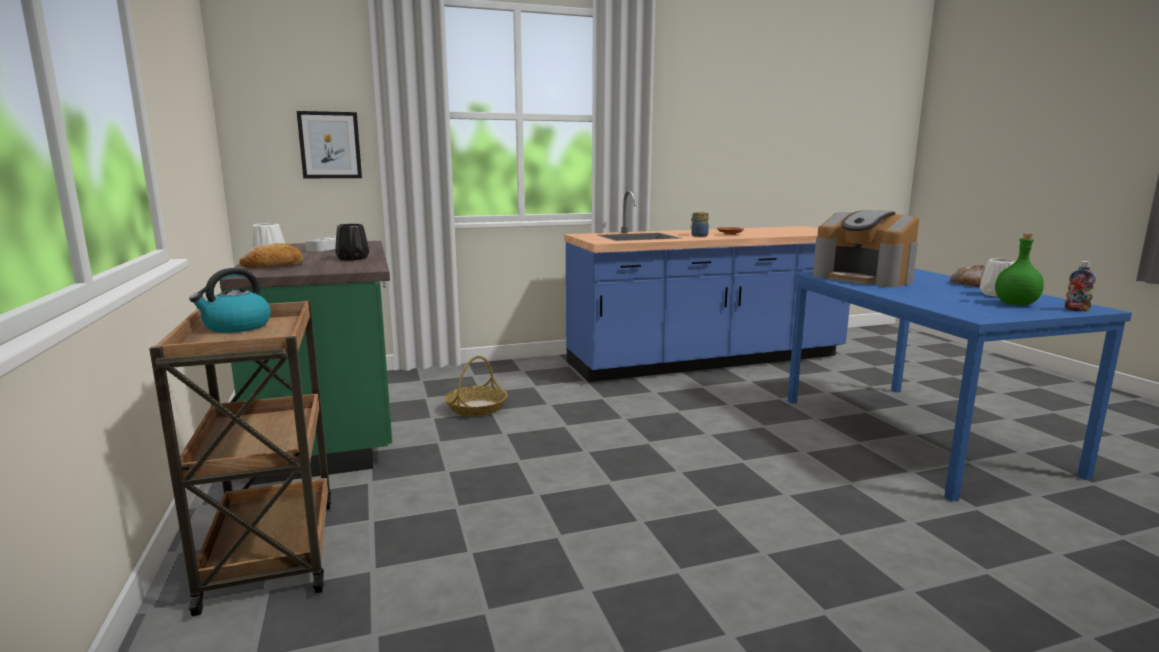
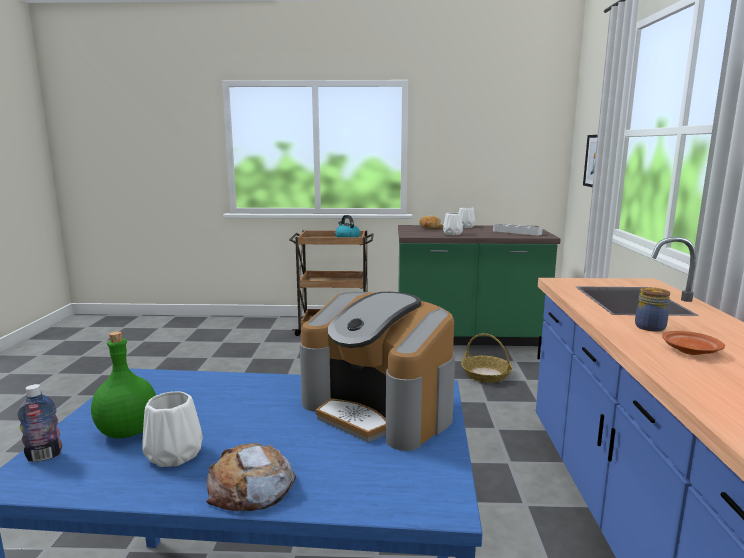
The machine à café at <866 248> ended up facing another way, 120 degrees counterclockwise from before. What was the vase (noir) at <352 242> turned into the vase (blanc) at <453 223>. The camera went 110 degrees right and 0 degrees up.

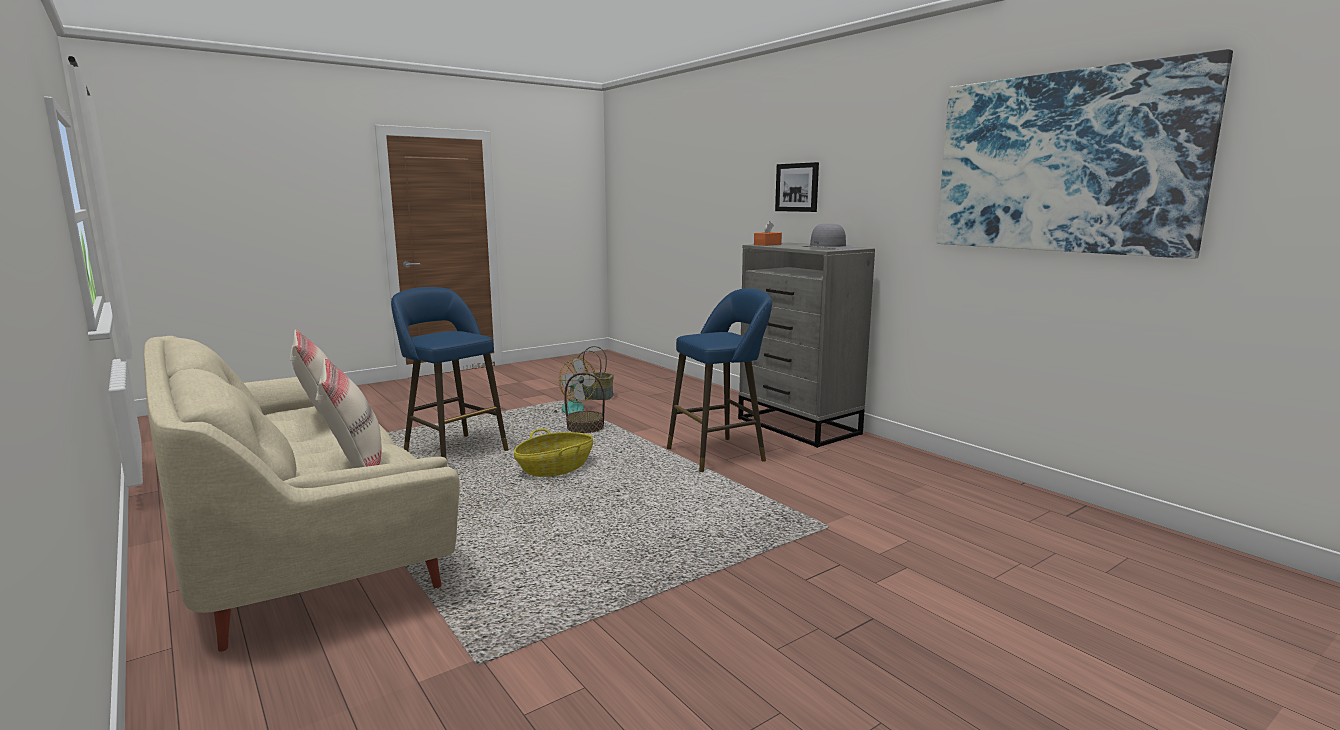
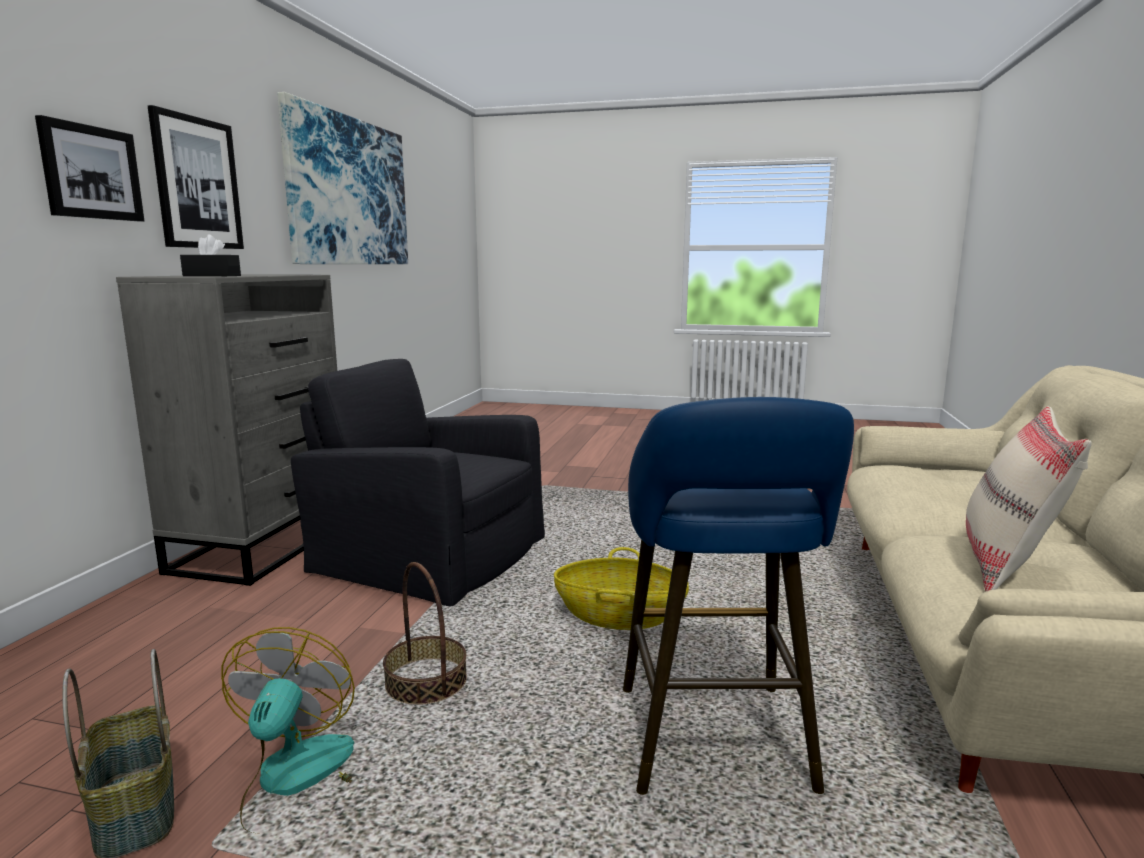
What was the boîte à mouchoirs (orange) at <768 233> turned into the boîte à mouchoirs (noir) at <210 255>. The second view lost the chapeau (gris) at <828 236>. Where the tabouret (bleu) stood at <719 380>, the fauteuil (noir) came to stand at <418 482>. The second view lost the coussin (beige) at <348 412>. The second view gained the tableau at <196 177>. The camera went 130 degrees left and 0 degrees up.

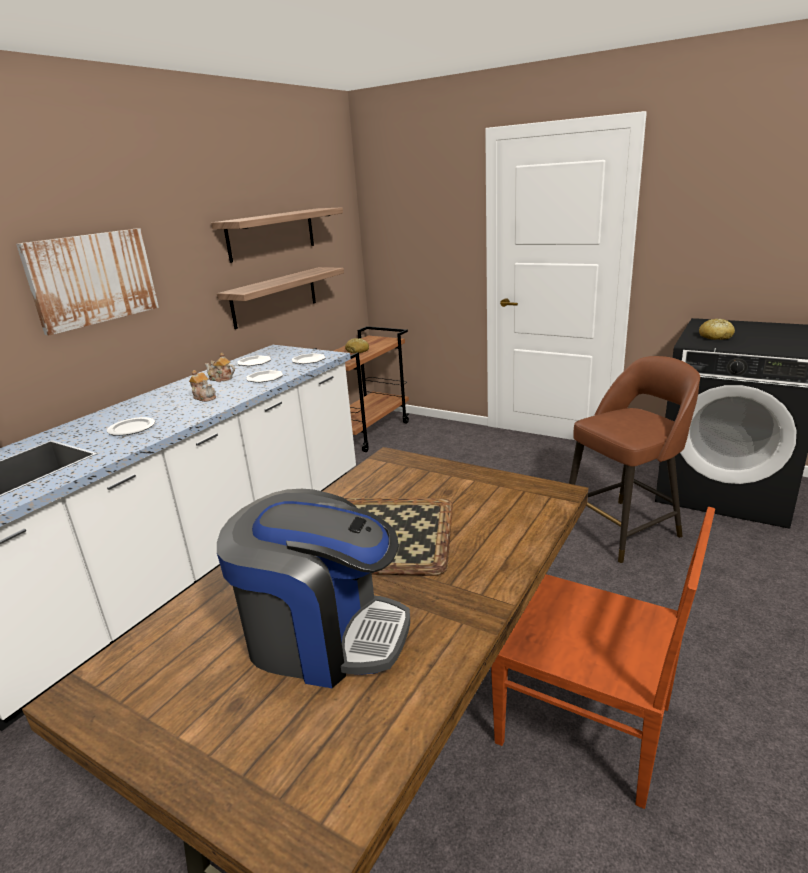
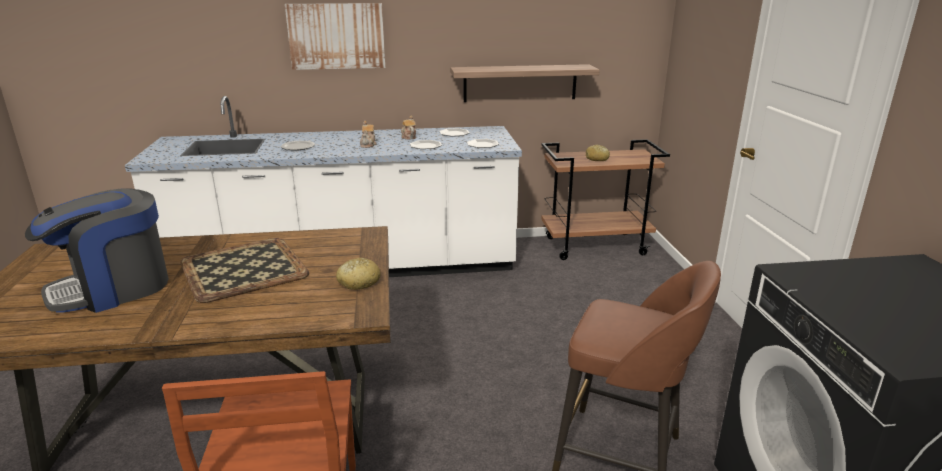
The second view lost the étagère at <277 235>. The pain ended up elsewhere, having gone from <717 329> to <358 274>. The machine à café at <313 588> ended up facing another way, 75 degrees clockwise from before. The camera went 50 degrees right and 0 degrees up.

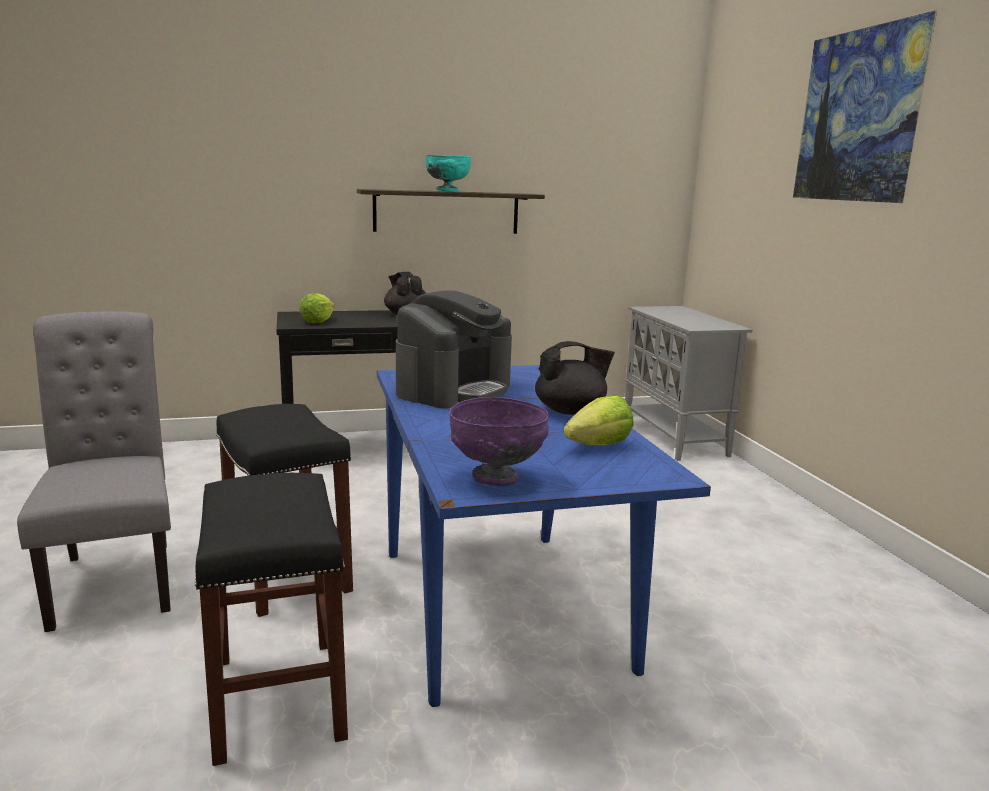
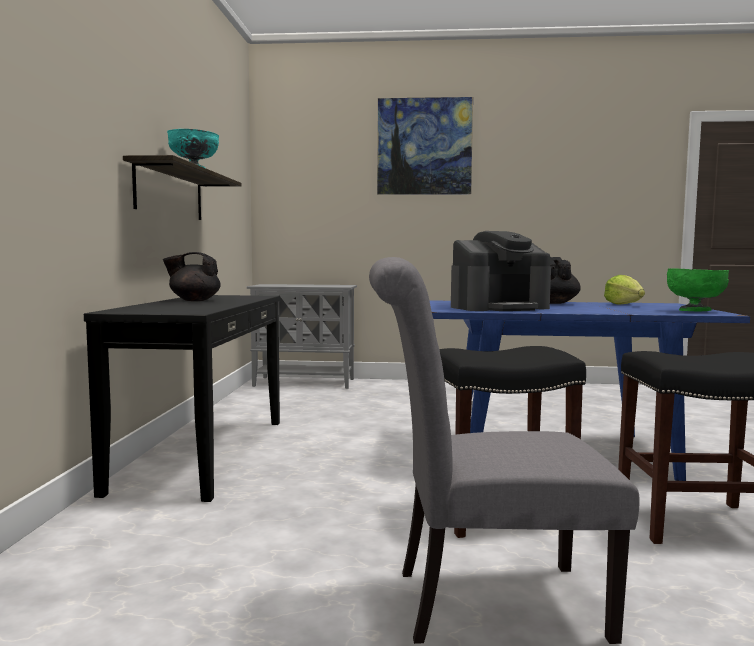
The machine à café at <454 349> ended up facing another way, 105 degrees clockwise from before. The second view lost the laitue at <316 308>. What was the bol (violet) at <499 441> turned into the bol (vert) at <698 289>. The camera went 70 degrees left and 10 degrees down.

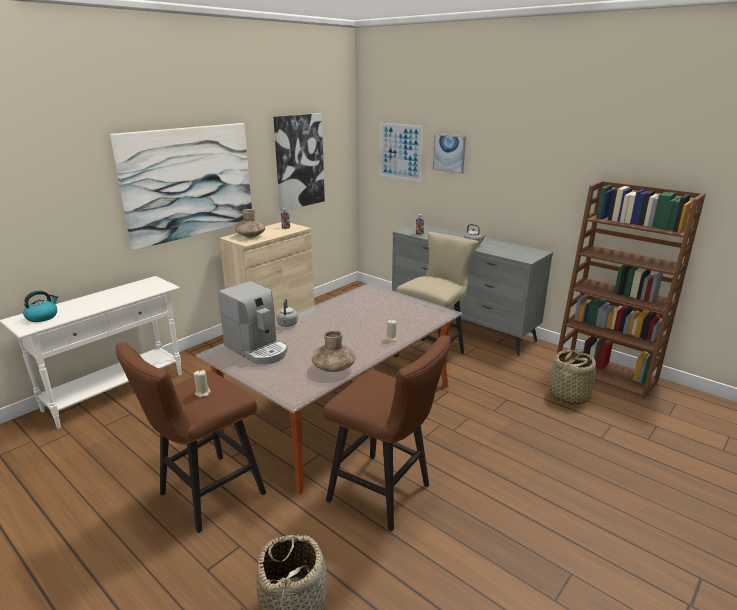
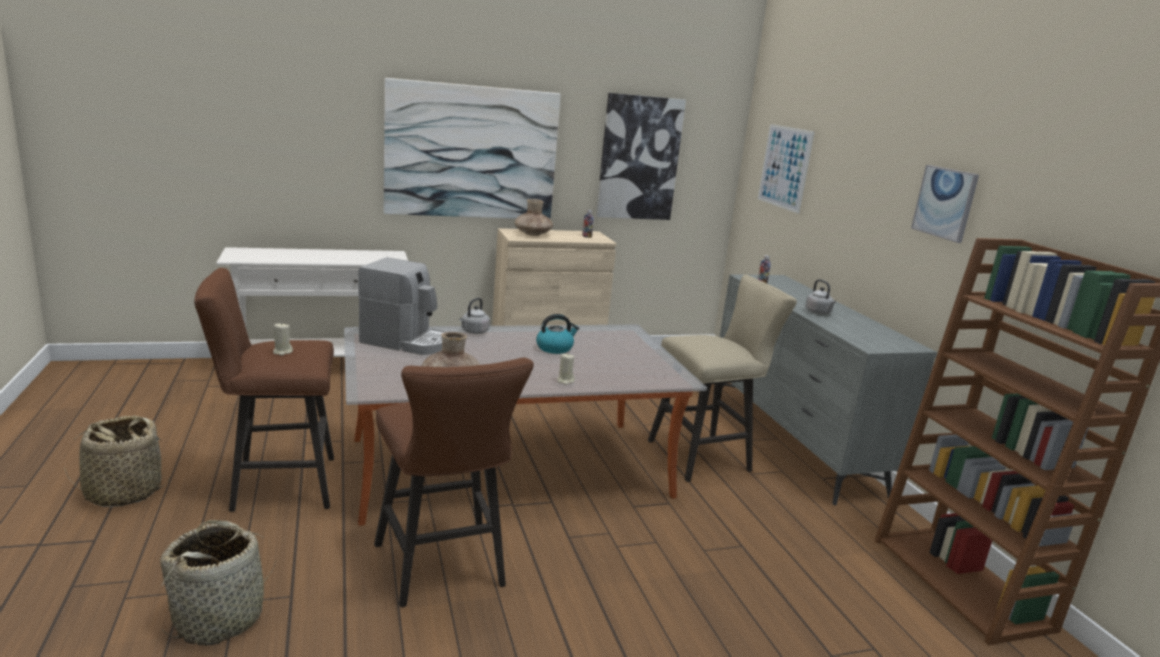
The tableau ended up elsewhere, having gone from <449 154> to <945 204>. The machine à café at <253 322> ended up facing another way, 60 degrees counterclockwise from before. The bouilloire ended up elsewhere, having gone from <40 306> to <557 334>. The panier ended up elsewhere, having gone from <572 376> to <117 461>. The camera went 30 degrees right and 5 degrees down.

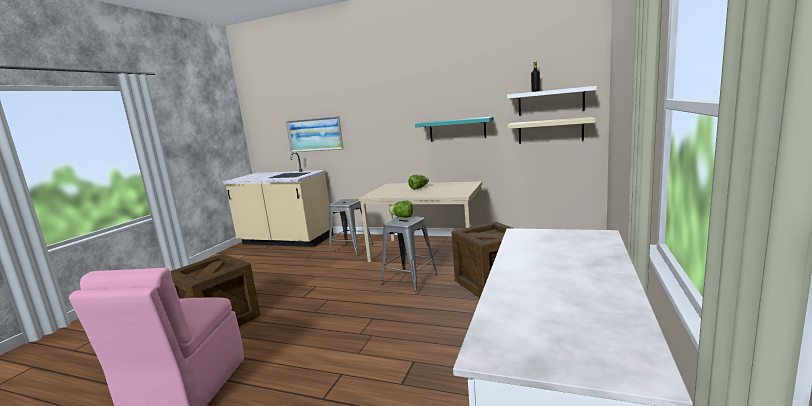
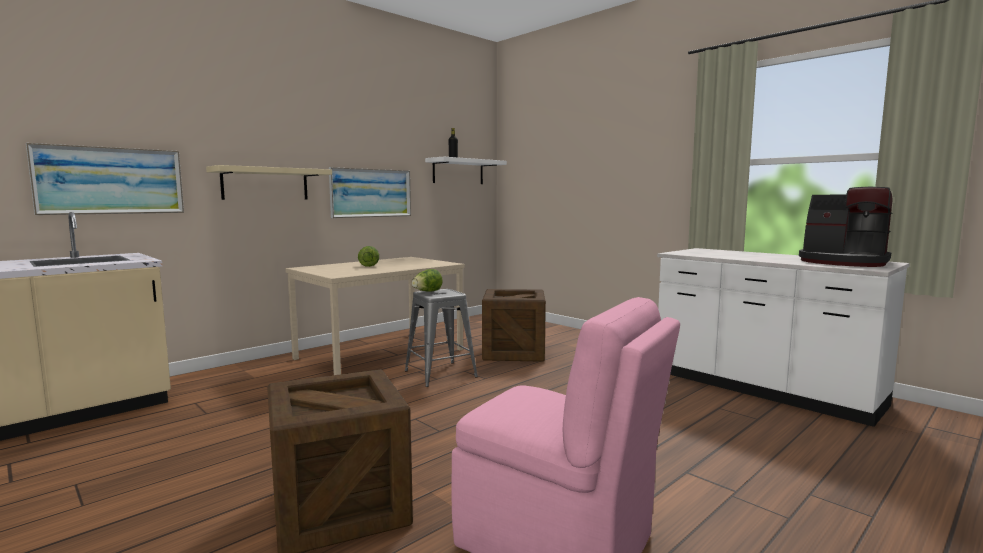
Where the étagère (turquoise) hung at <454 129>, the tableau came to hang at <370 192>. The étagère (beige) ended up elsewhere, having gone from <551 130> to <269 182>. The second view lost the tabouret (gris) at <351 227>. The second view gained the machine à café at <846 227>. The camera went 65 degrees left and 5 degrees down.

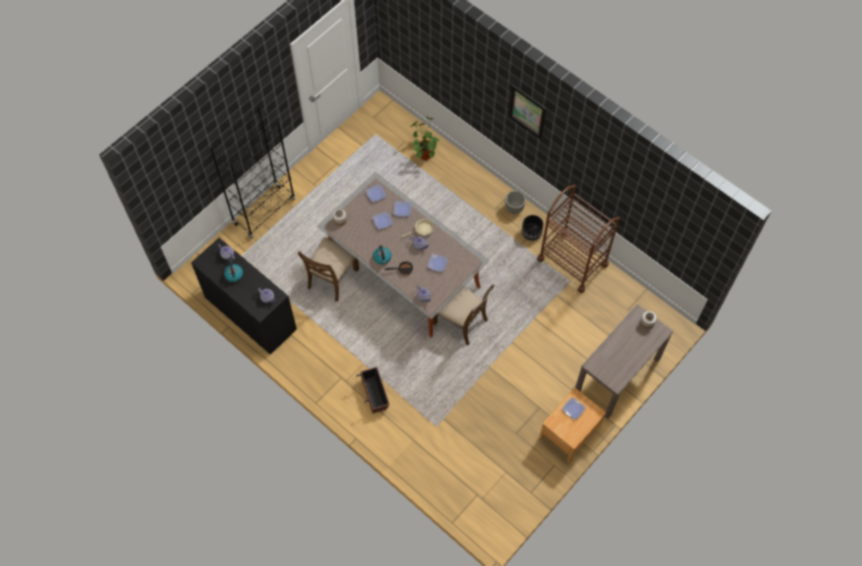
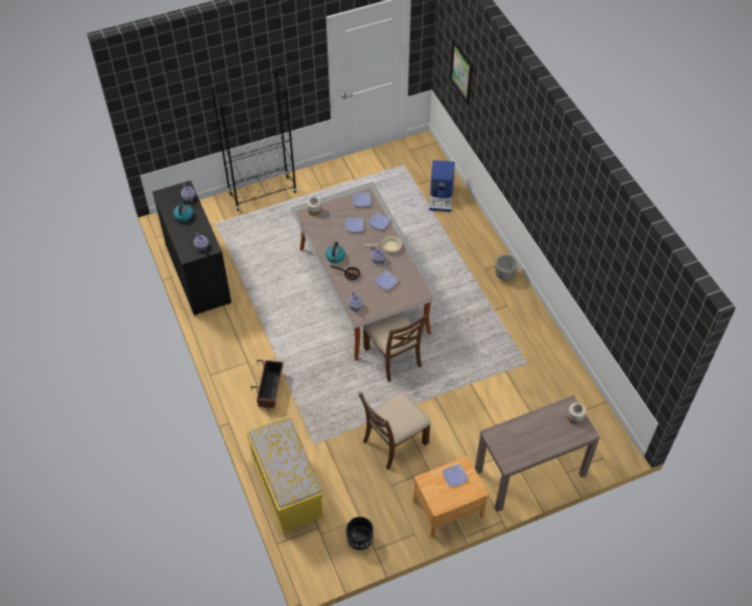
The tableau ended up elsewhere, having gone from <528 112> to <461 72>. Where the plante en pot stood at <424 138>, the machine à café came to stand at <442 186>. The second view lost the chariot (marron) at <578 239>. The cache-pot (noir) ended up elsewhere, having gone from <533 228> to <359 533>. The chaise (marron) ended up elsewhere, having gone from <328 269> to <395 431>. The second view gained the banc (jaune) at <285 474>. The camera went 25 degrees right and 10 degrees down.

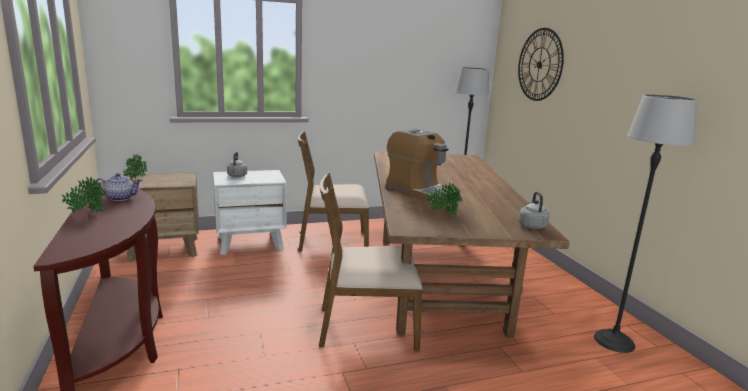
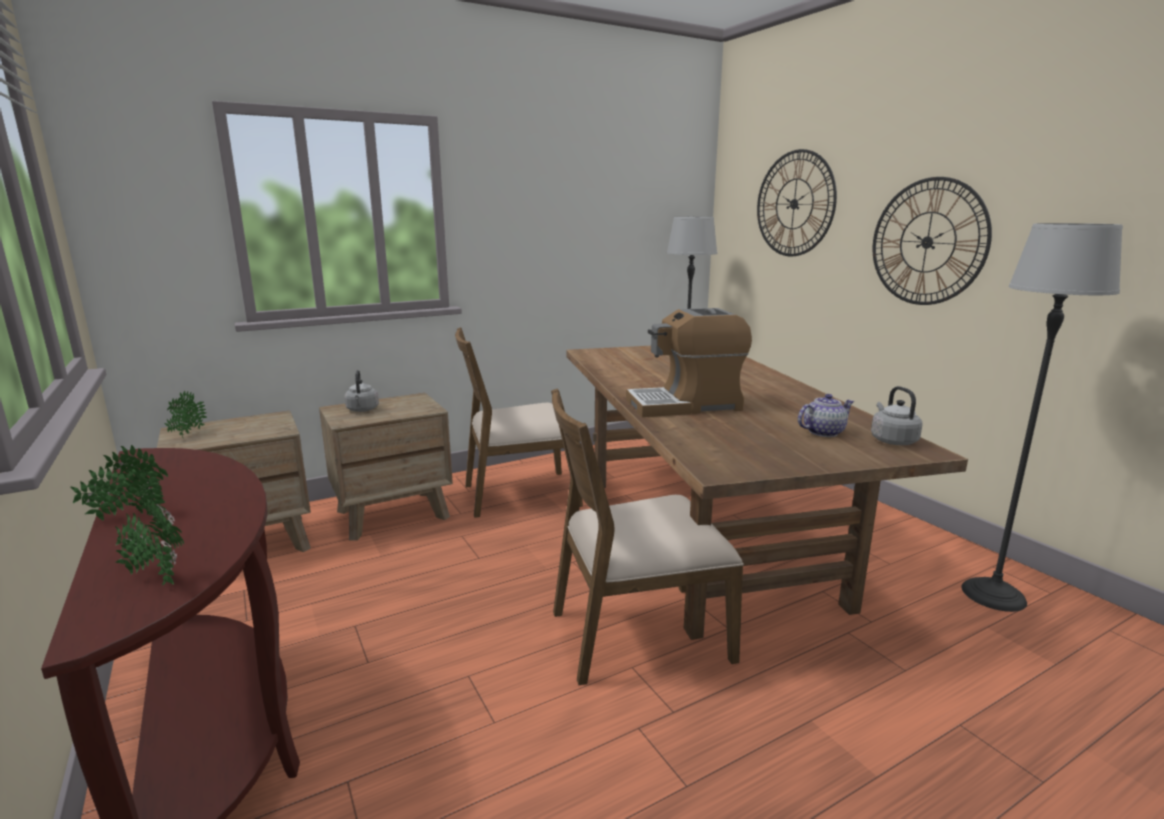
The machine à café at <423 166> ended up facing another way, 135 degrees clockwise from before. What was the table de chevet (blanc) at <250 212> turned into the table de chevet (marron) at <386 467>. The théière ended up elsewhere, having gone from <118 187> to <826 415>. The plante en pot ended up elsewhere, having gone from <444 199> to <149 540>. The second view gained the horloge murale at <932 241>. The camera went 10 degrees left and 0 degrees up.

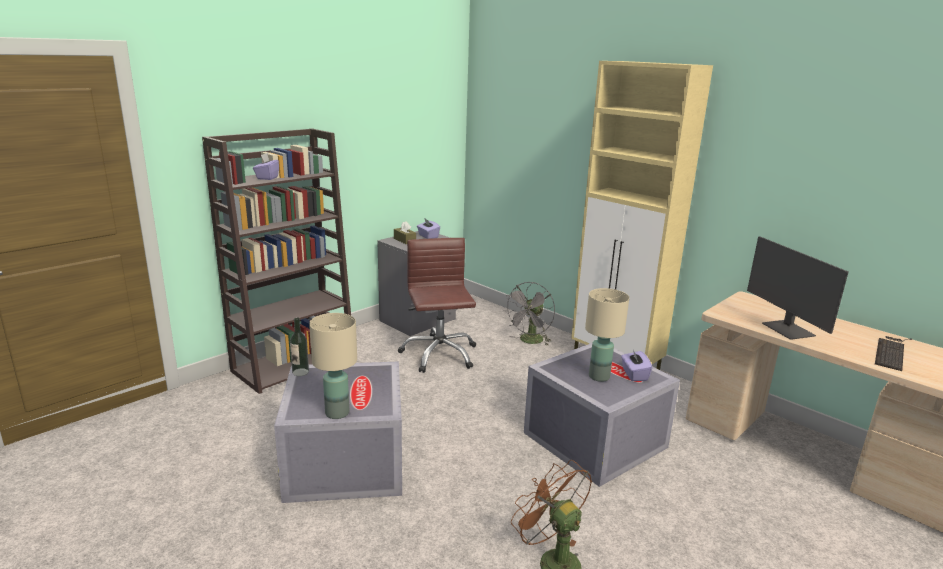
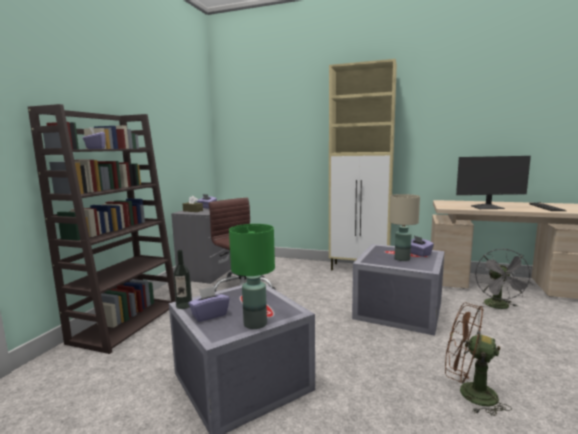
The écran d'ordinateur at <798 288> ended up facing another way, 45 degrees counterclockwise from before. The ventilateur (gris) ended up elsewhere, having gone from <529 314> to <504 279>. What was the lampe de table (beige) at <333 366> turned into the lampe de table (vert) at <252 276>. The second view gained the boîte à mouchoirs (violet) at <208 304>. The camera went 25 degrees left and 10 degrees down.

